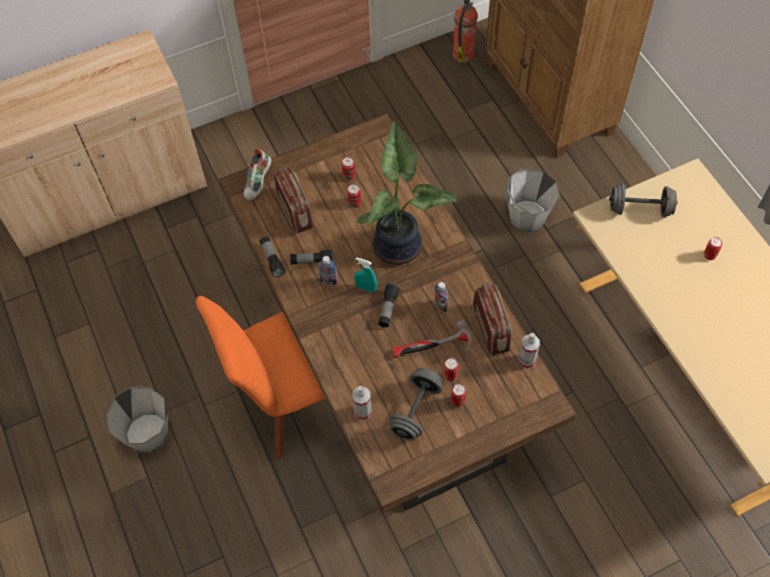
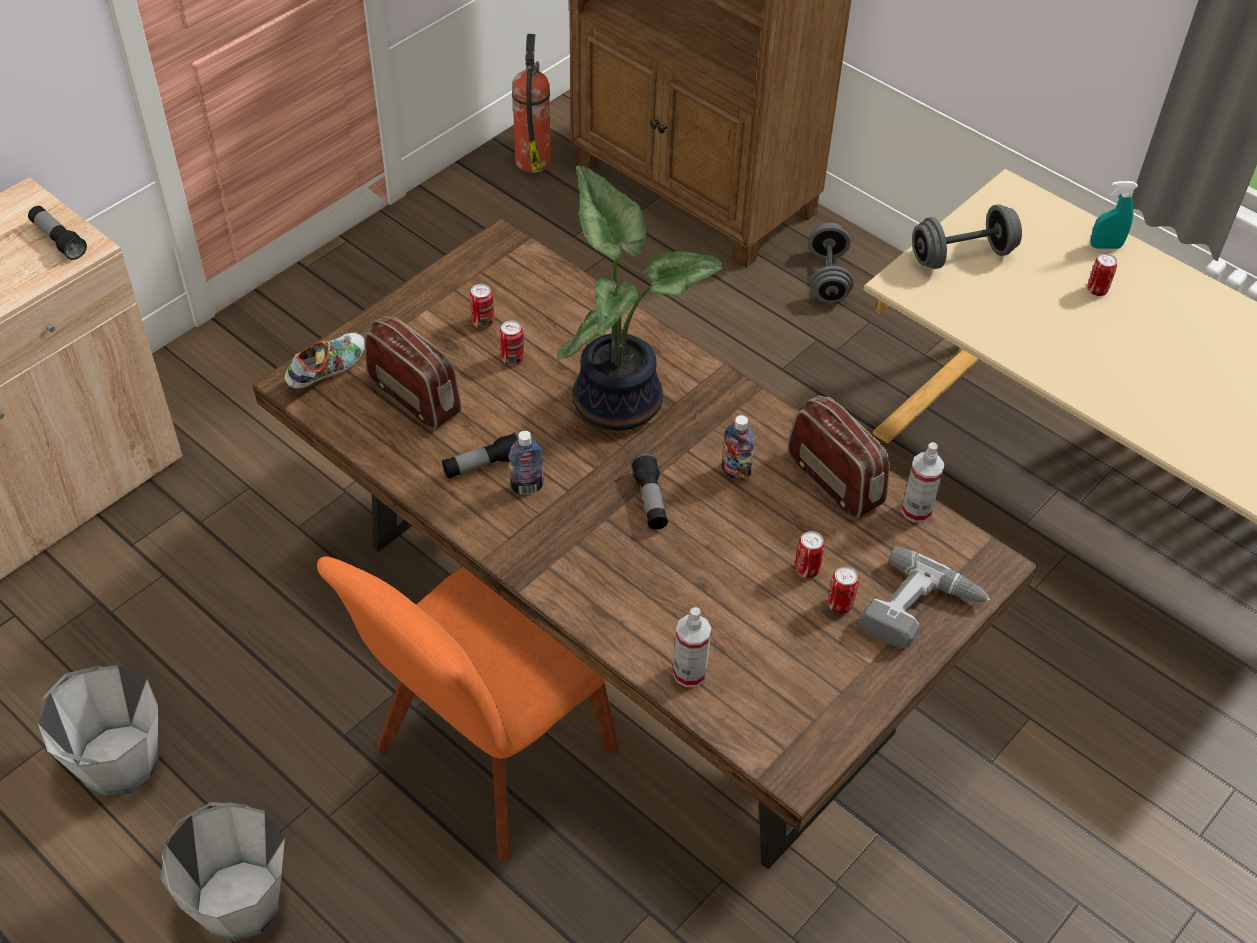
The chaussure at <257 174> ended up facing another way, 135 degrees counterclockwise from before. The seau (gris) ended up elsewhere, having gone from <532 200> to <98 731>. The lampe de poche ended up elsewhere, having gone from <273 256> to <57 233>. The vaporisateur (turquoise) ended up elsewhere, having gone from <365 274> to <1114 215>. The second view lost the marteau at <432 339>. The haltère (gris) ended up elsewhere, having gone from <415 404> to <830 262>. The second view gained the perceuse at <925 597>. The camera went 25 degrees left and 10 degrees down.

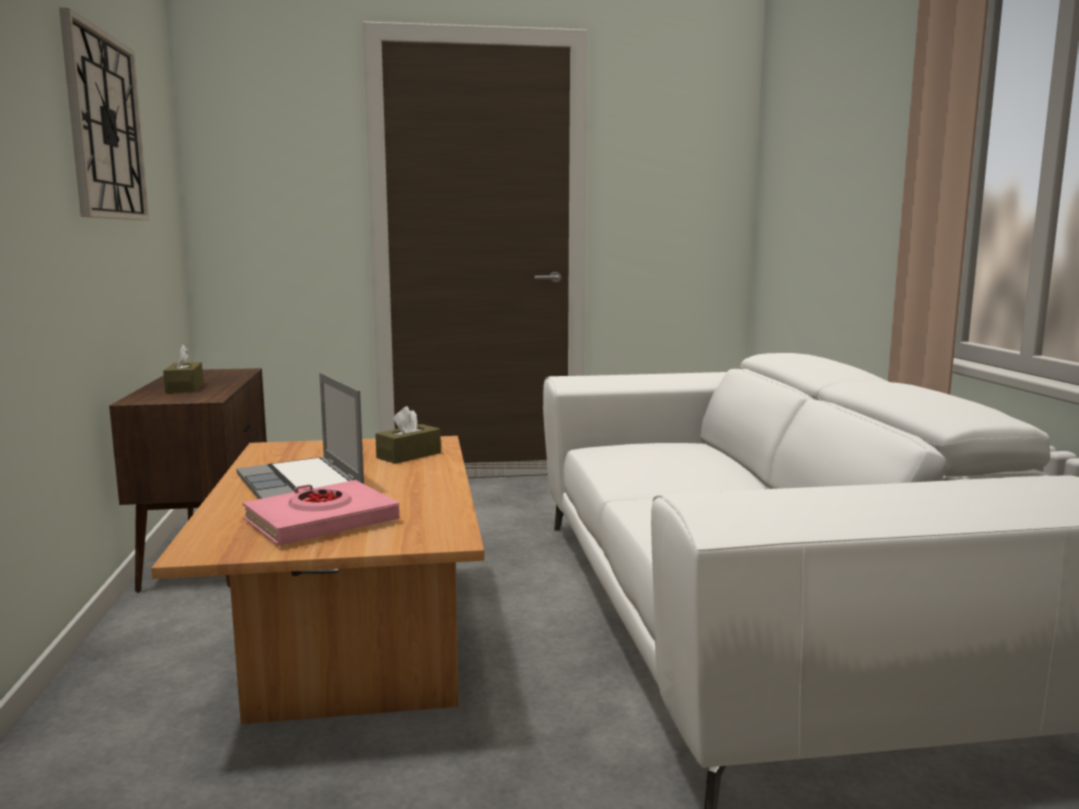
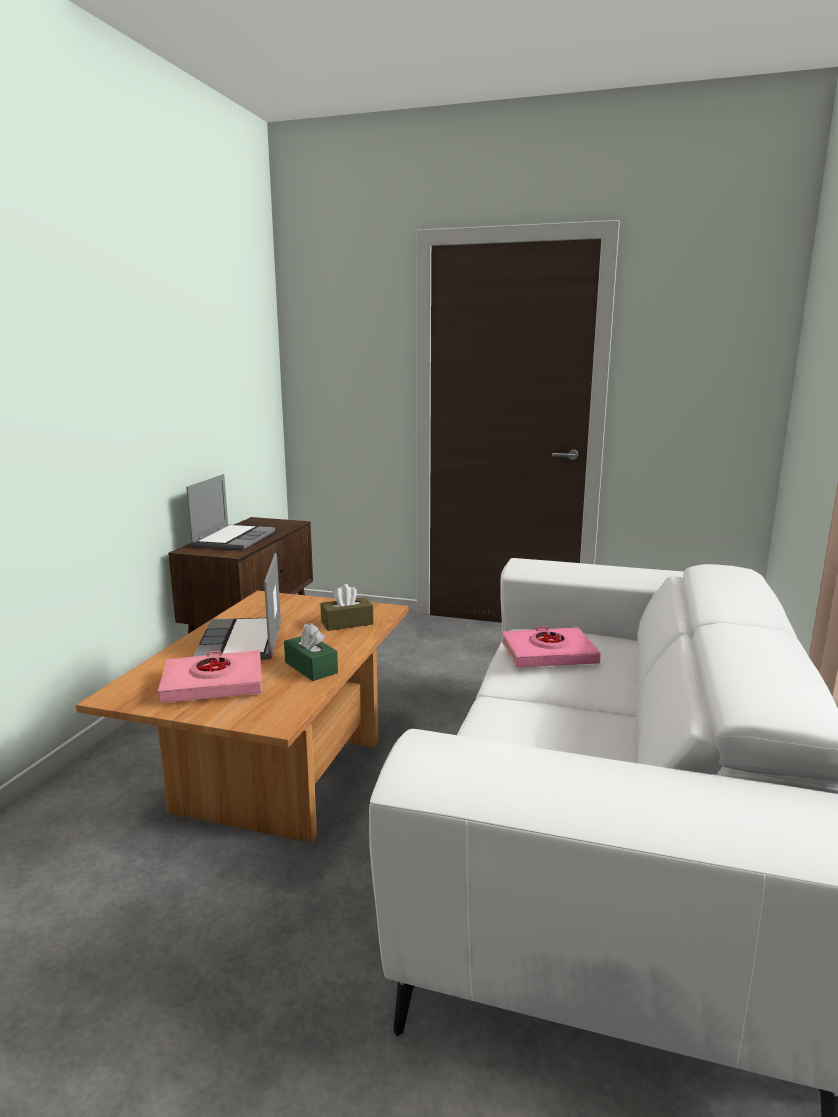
The second view lost the horloge murale at <104 114>. Where the boîte à mouchoirs (marron) stood at <183 368>, the ordinateur portable came to stand at <230 512>. The second view gained the boîte à mouchoirs (vert) at <311 652>. The second view gained the livre (rose) at <551 646>. The camera went 25 degrees right and 5 degrees up.

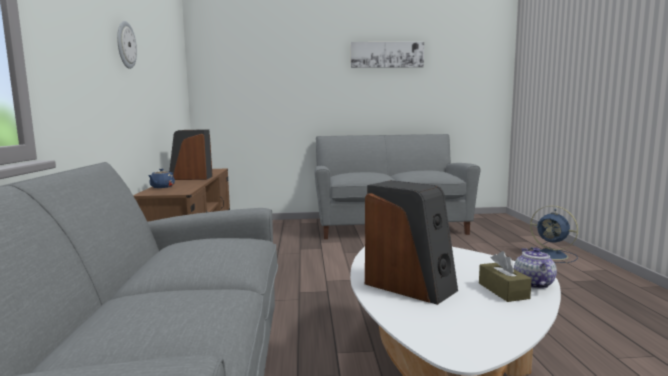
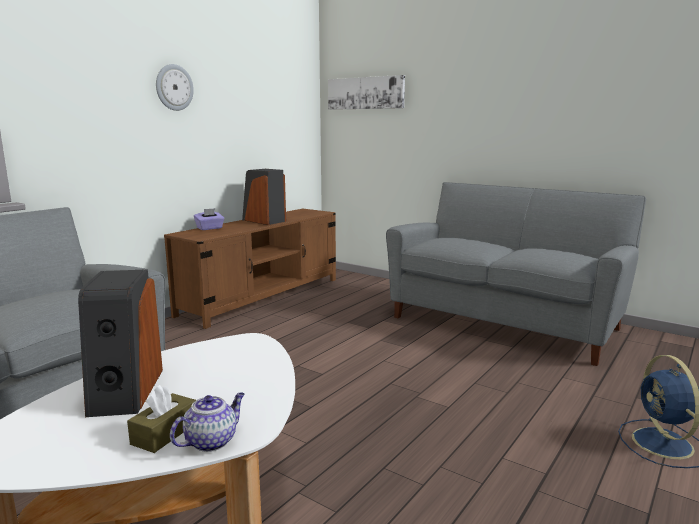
The tableau ended up elsewhere, having gone from <387 55> to <366 92>. Where the théière (bleu) stood at <161 178>, the boîte à mouchoirs (violet) came to stand at <209 219>. The camera went 40 degrees right and 5 degrees up.

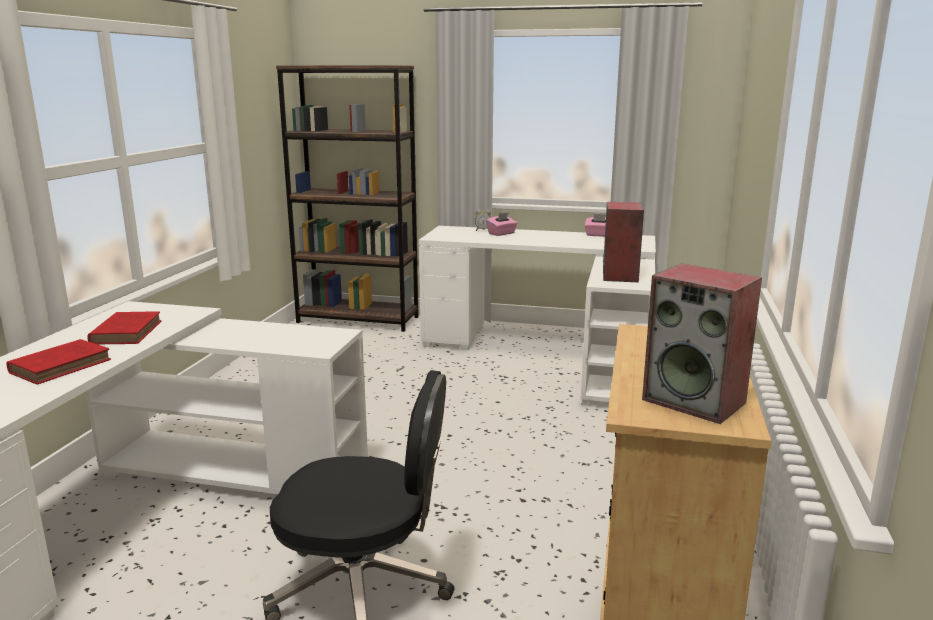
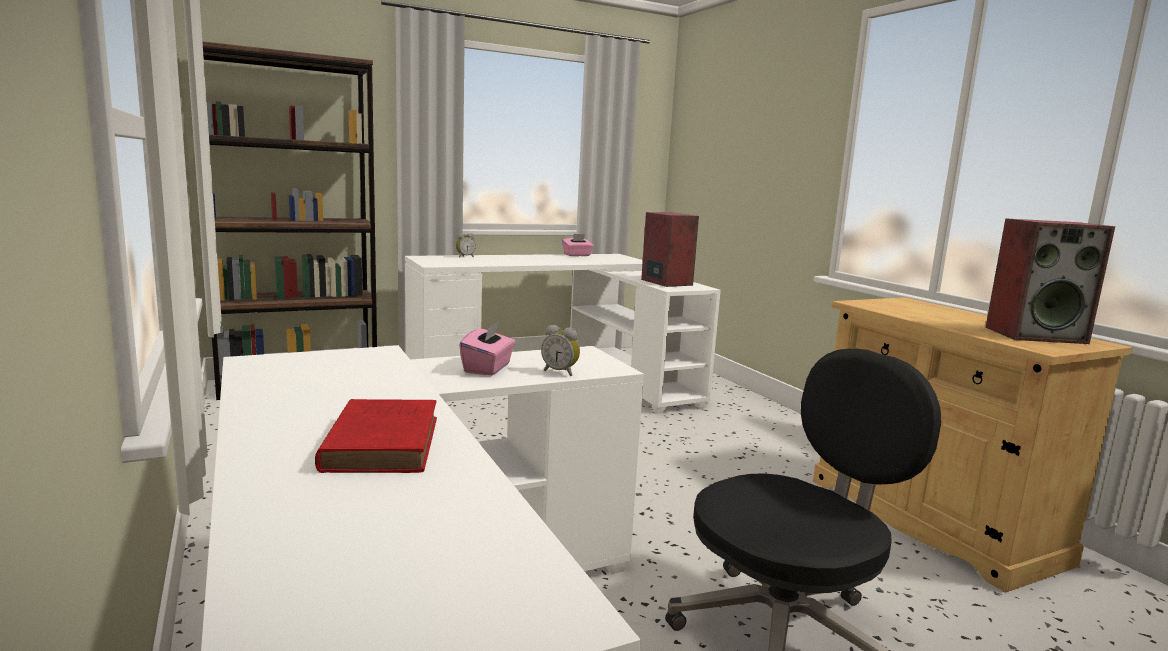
The boîte à mouchoirs (rose) ended up elsewhere, having gone from <502 224> to <487 348>. The second view lost the livre (rouge) at <124 327>. The second view gained the réveil at <560 350>. The camera went 40 degrees left and 5 degrees down.

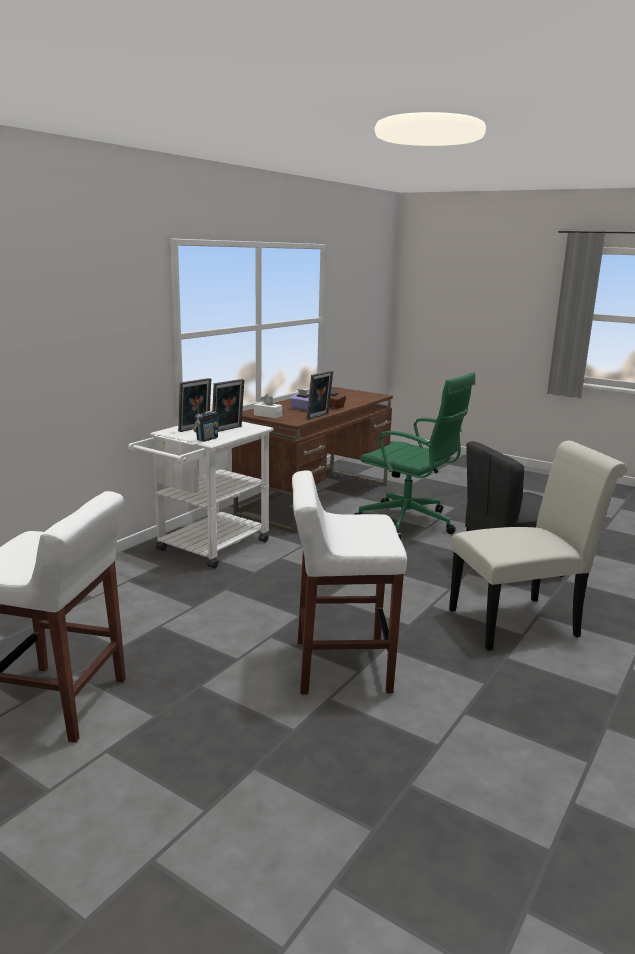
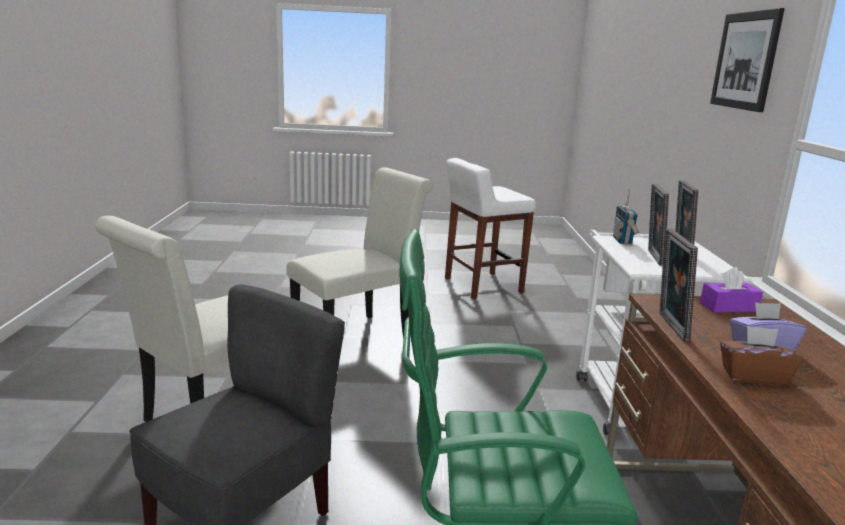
What was the boîte à mouchoirs (blanc) at <268 406> turned into the boîte à mouchoirs (violet) at <731 290>. Where the tabouret (blanc) stood at <349 582>, the chaise (blanc) came to stand at <359 253>. The second view gained the tableau at <747 60>. The camera went 145 degrees right and 0 degrees up.

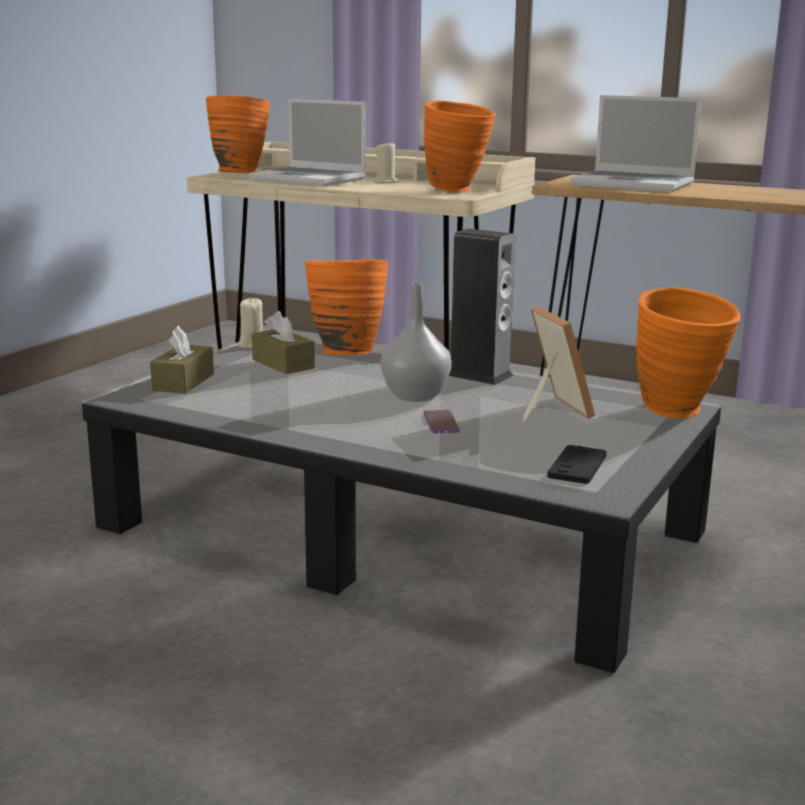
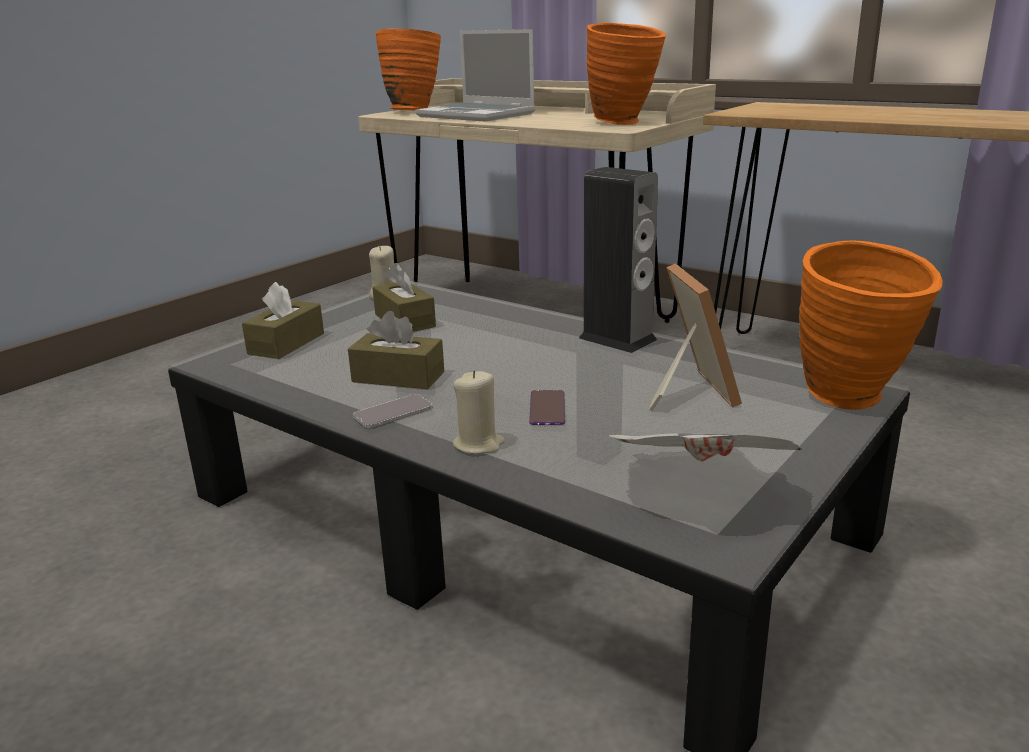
The second view lost the ordinateur portable at <635 143>. The bougie (beige) ended up elsewhere, having gone from <386 163> to <479 412>. The second view lost the vase (orange) at <346 307>. The second view lost the vase (gris) at <416 342>. Where the manette (noir) stood at <577 464>, the journal came to stand at <704 447>. The second view gained the boîte à mouchoirs (marron) at <396 350>. The second view gained the téléphone at <393 411>. The camera went 10 degrees right and 5 degrees up.

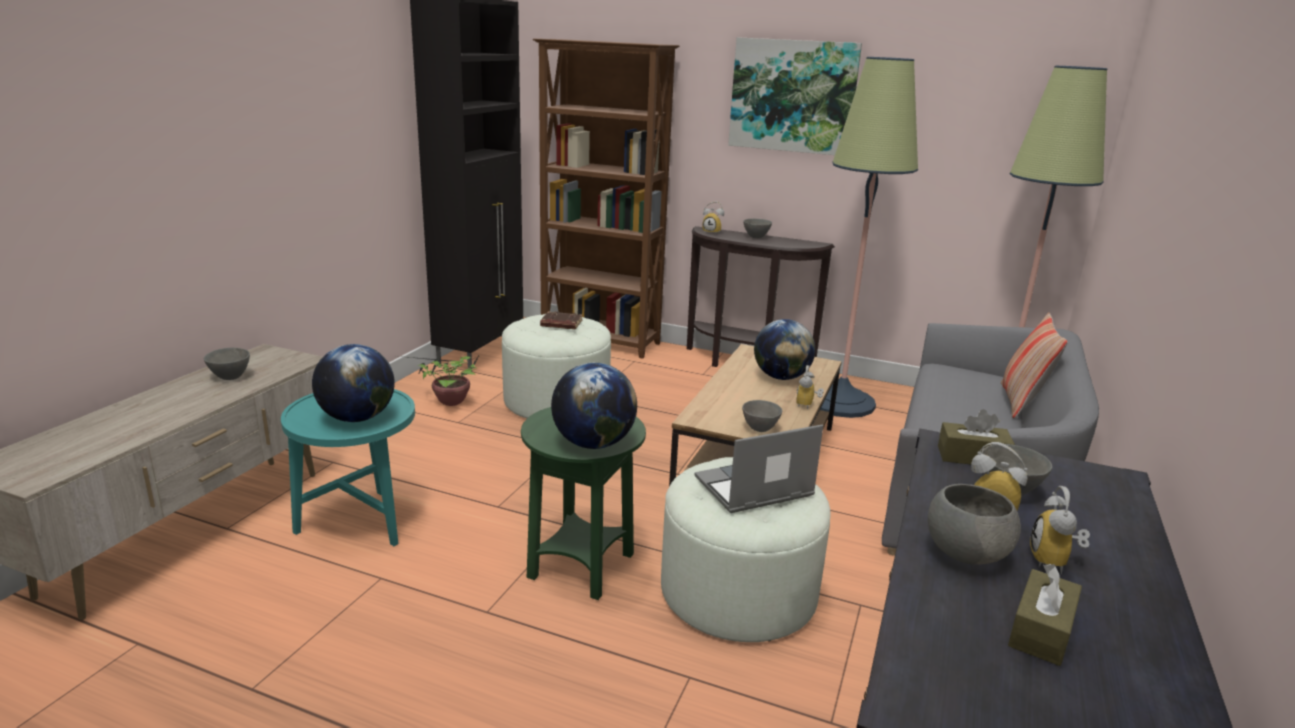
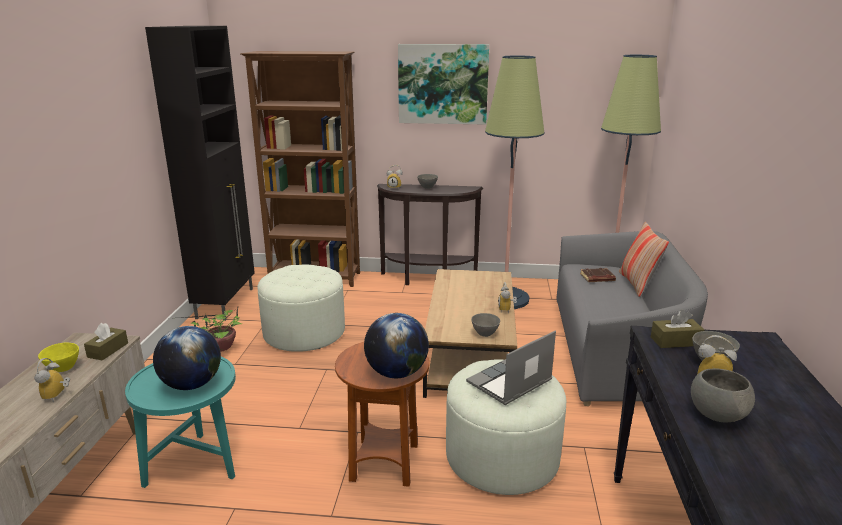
The livre (marron) ended up elsewhere, having gone from <561 320> to <598 275>. The second view lost the globe at <784 349>. What was the bol (gris) at <227 364> turned into the bol (jaune) at <58 357>. What was the table d'appoint (vert) at <583 503> turned into the table d'appoint (marron) at <382 414>. The réveil ended up elsewhere, having gone from <1060 530> to <52 380>. The boîte à mouchoirs (marron) ended up elsewhere, having gone from <1045 615> to <106 342>. The camera went 15 degrees left and 0 degrees up.

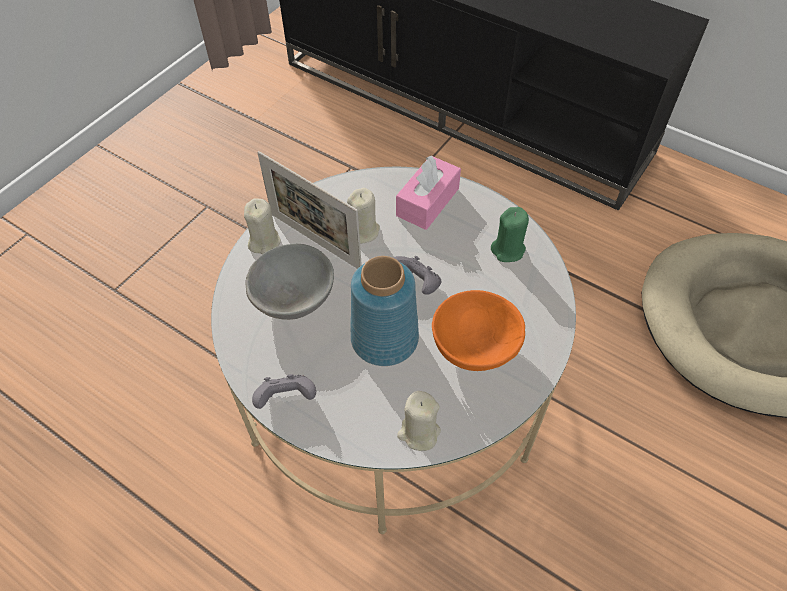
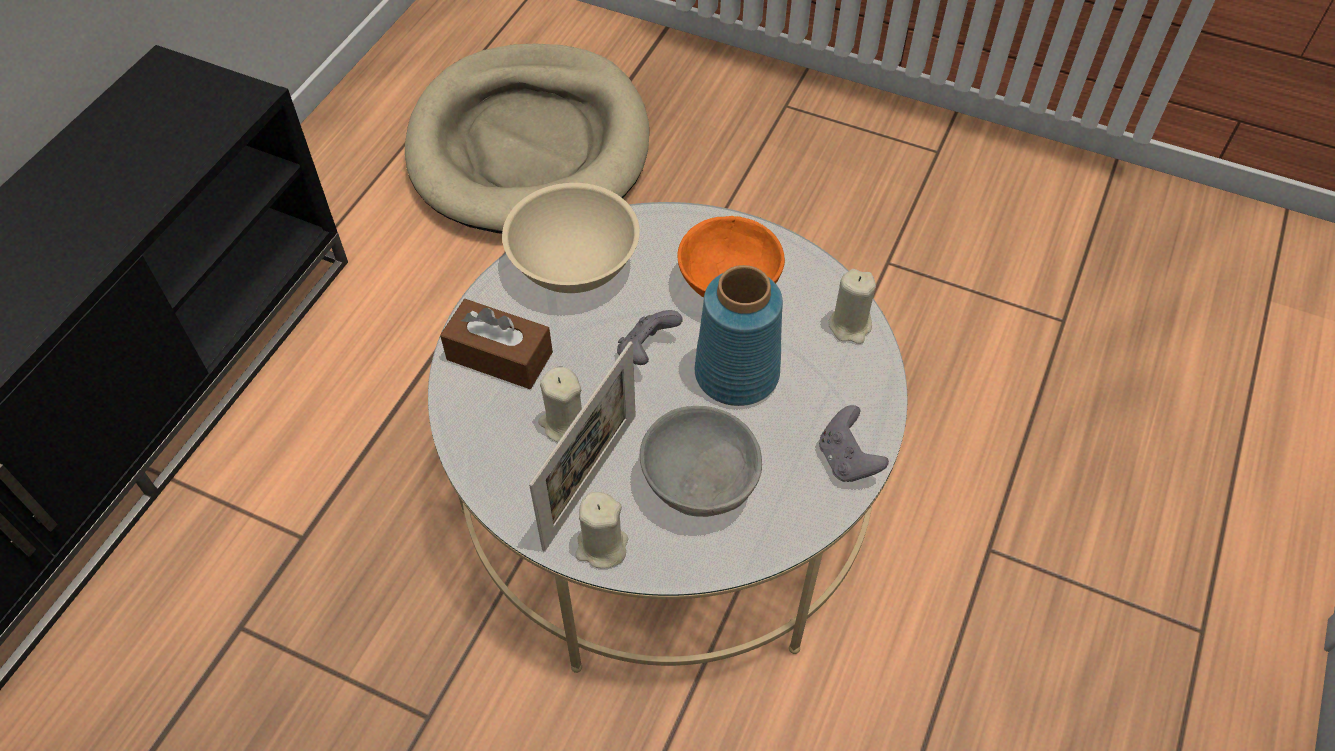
What was the boîte à mouchoirs (rose) at <428 192> turned into the boîte à mouchoirs (marron) at <496 344>. Where the bougie (vert) stood at <510 234>, the bol (beige) came to stand at <571 238>. The camera went 100 degrees left and 0 degrees up.

